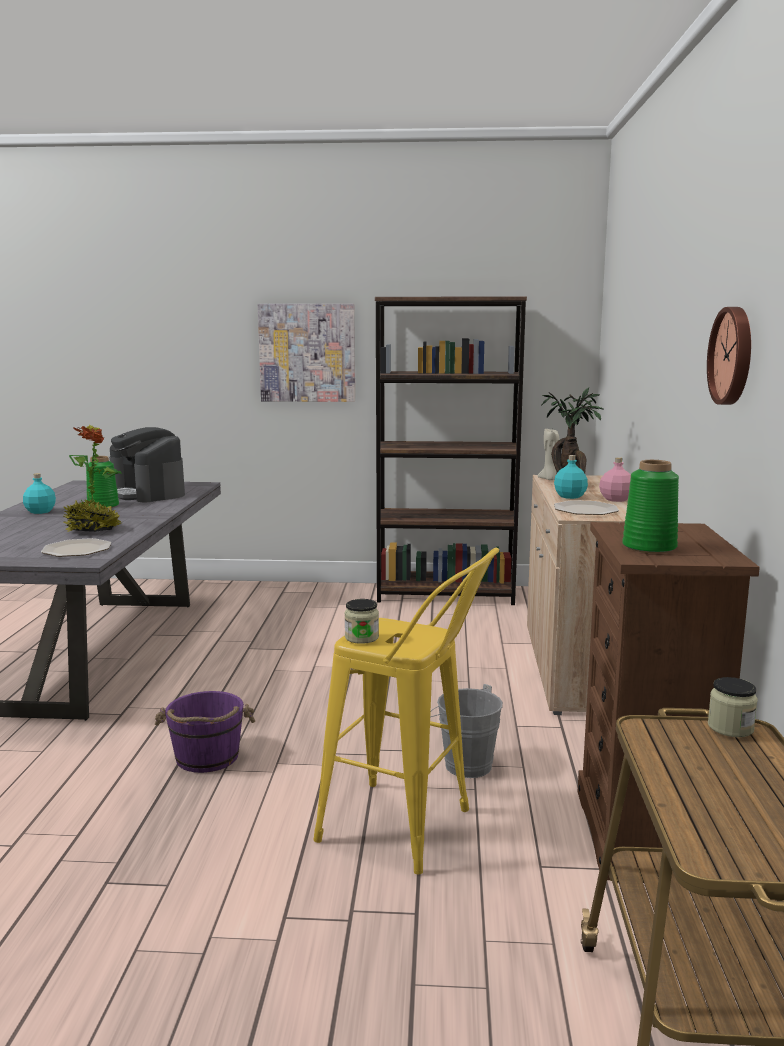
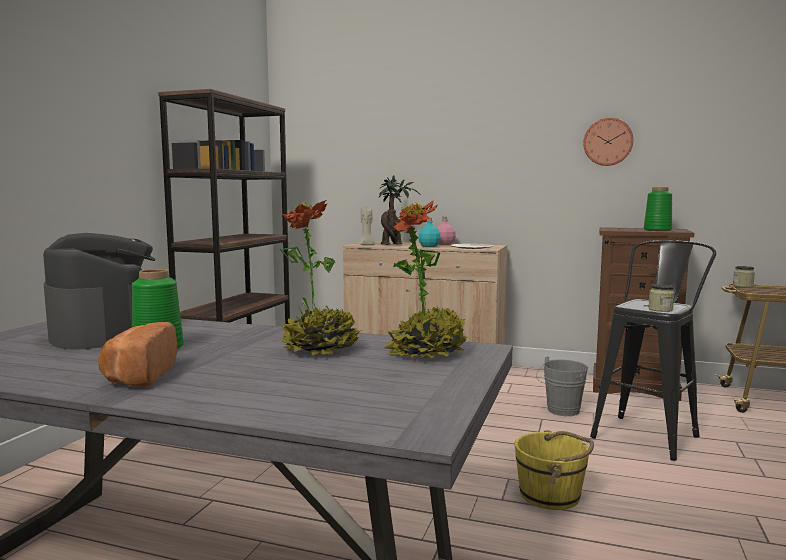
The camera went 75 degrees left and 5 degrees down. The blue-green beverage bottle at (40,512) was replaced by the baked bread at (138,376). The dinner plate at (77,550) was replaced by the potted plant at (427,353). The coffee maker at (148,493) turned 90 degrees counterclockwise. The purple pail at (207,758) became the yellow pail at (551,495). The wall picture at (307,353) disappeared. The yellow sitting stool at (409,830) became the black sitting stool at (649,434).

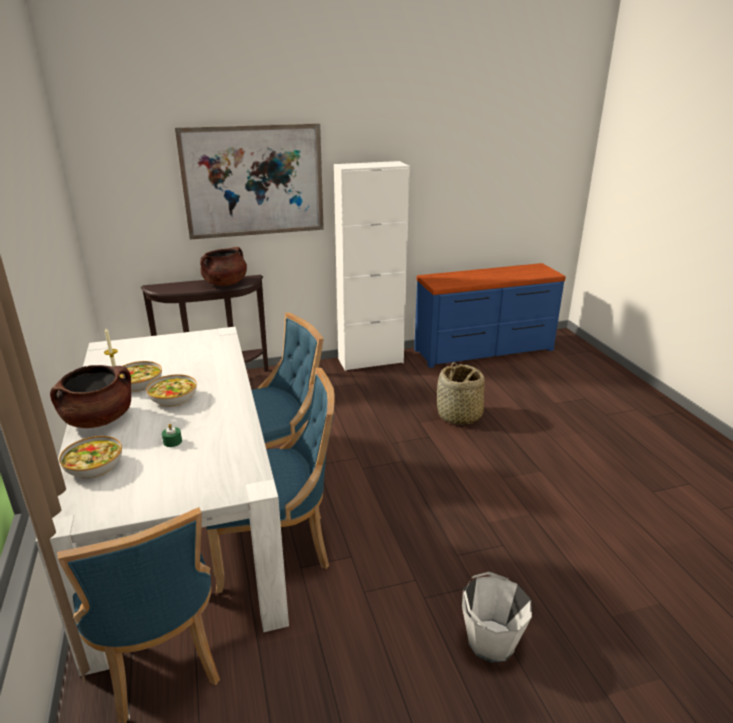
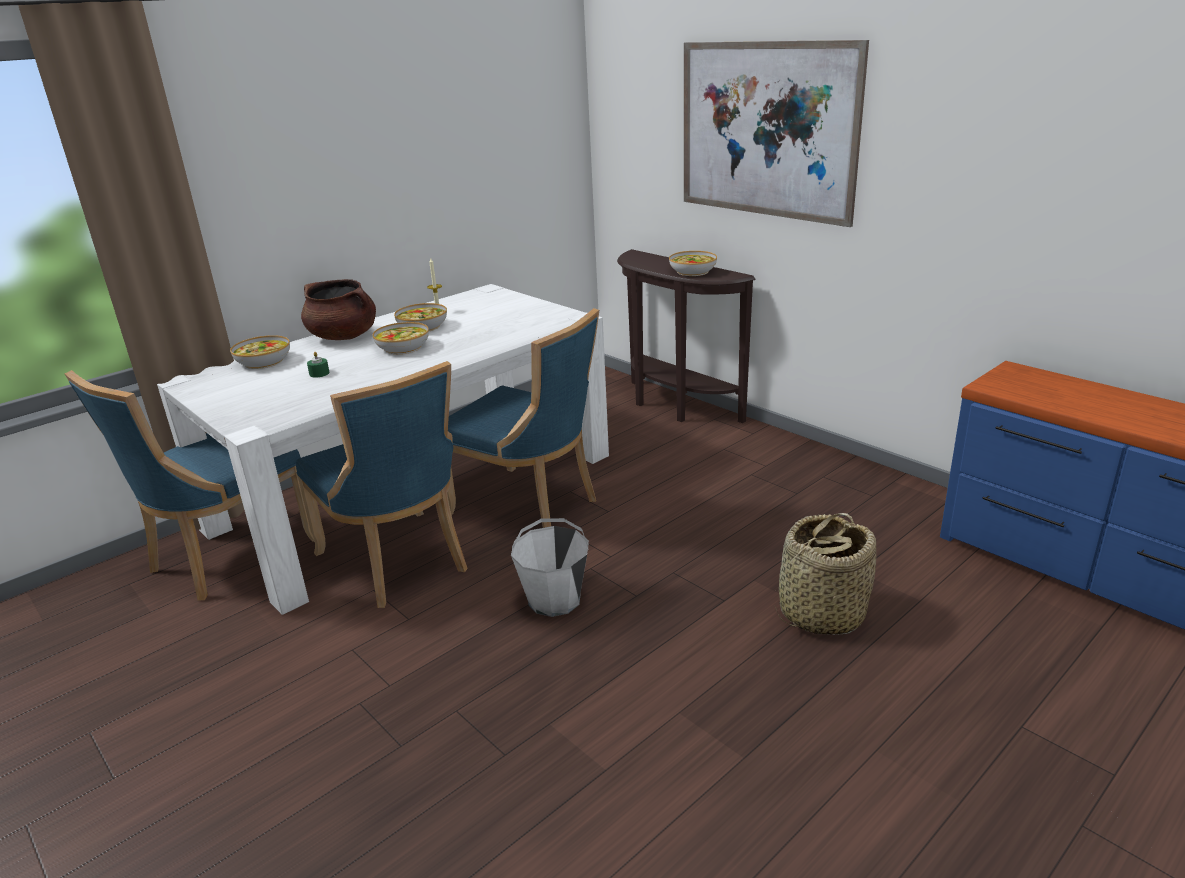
The camera went 65 degrees right and 0 degrees up. The brownish saucepot at (225,283) was replaced by the bowl at (692,271). The whitish cupboard at (370,361) disappeared. The whitish pail moved from (490,641) to (554,599).

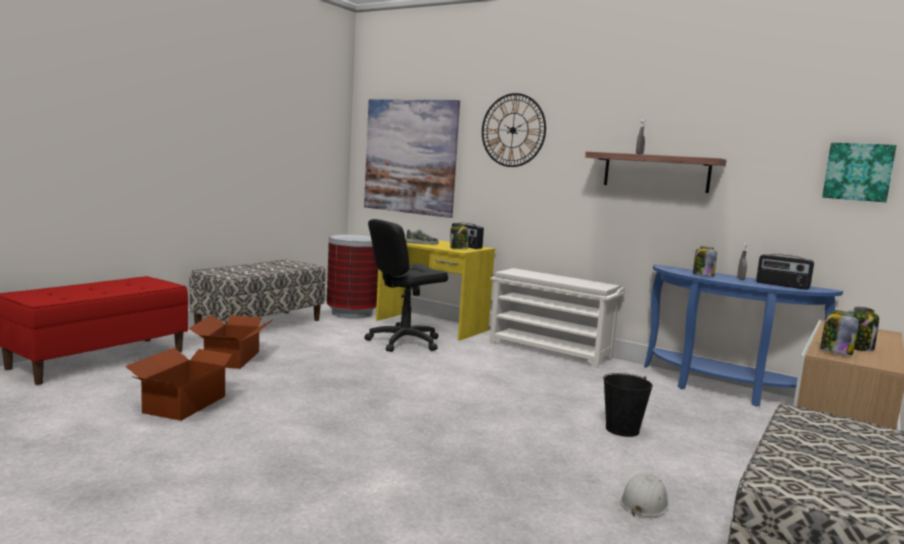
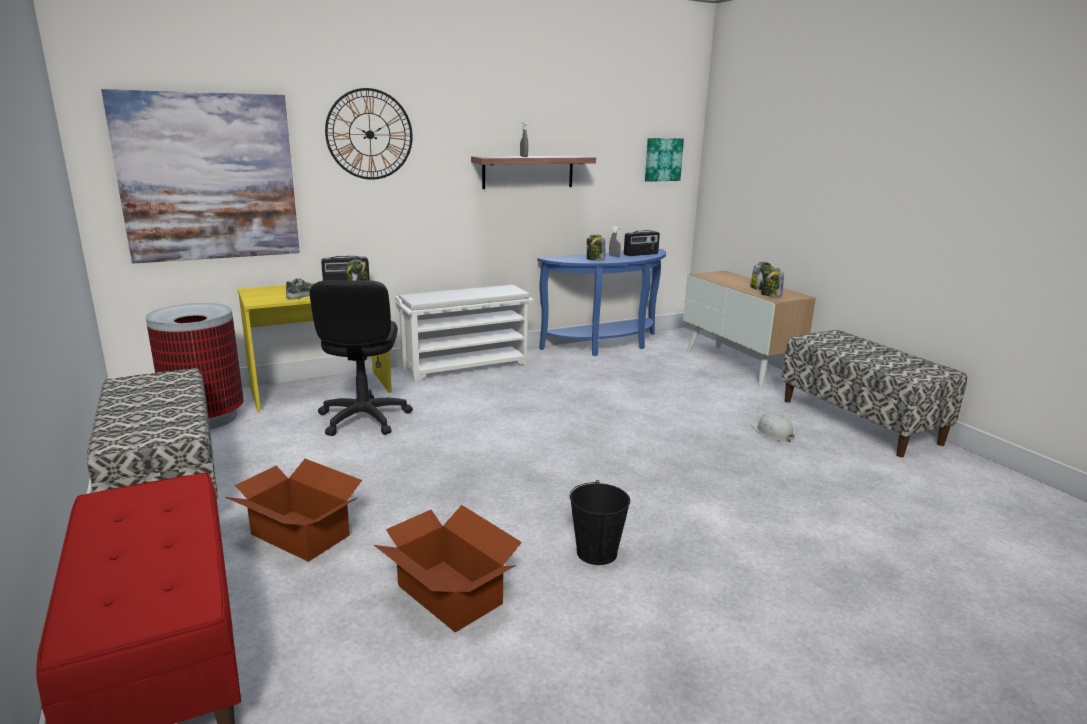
The camera went 60 degrees left and 10 degrees up. The black pail moved from (622,430) to (597,552).

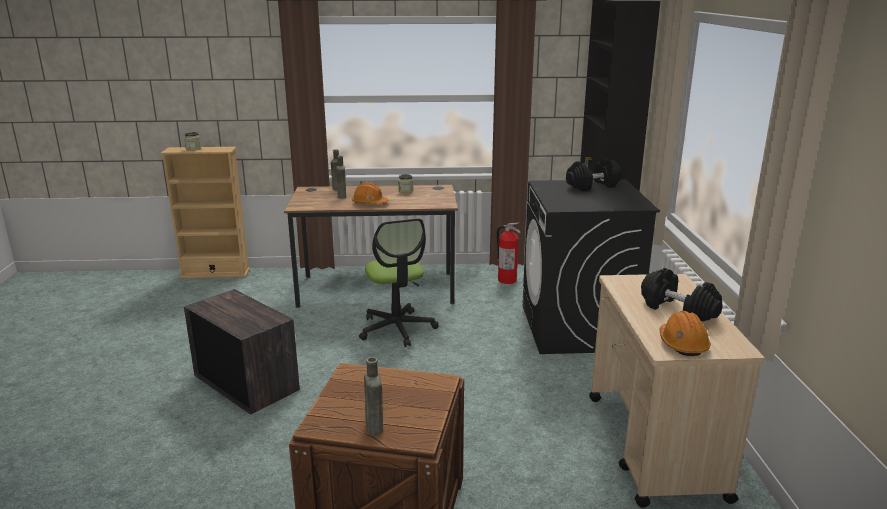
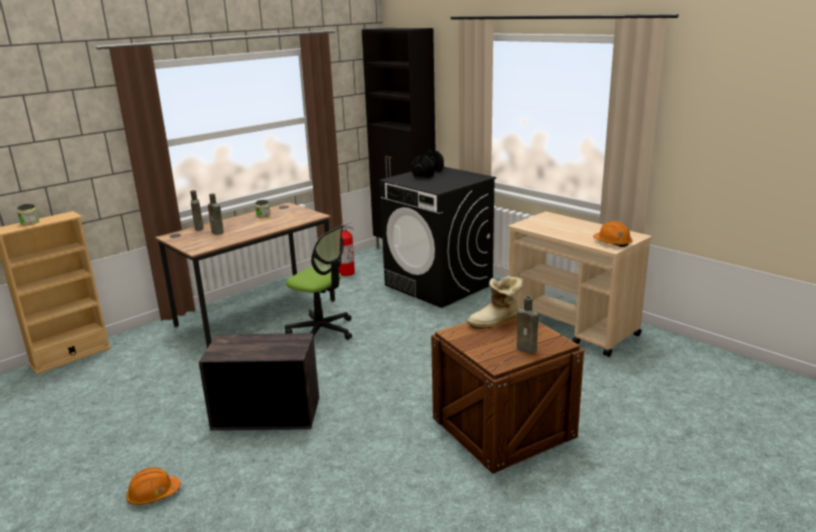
The camera went 40 degrees left and 0 degrees up. The orange-coloured work helmet moved from (369,203) to (153,494). The black hand weight at (677,310) disappeared. The tall boot at (496,322) appeared.

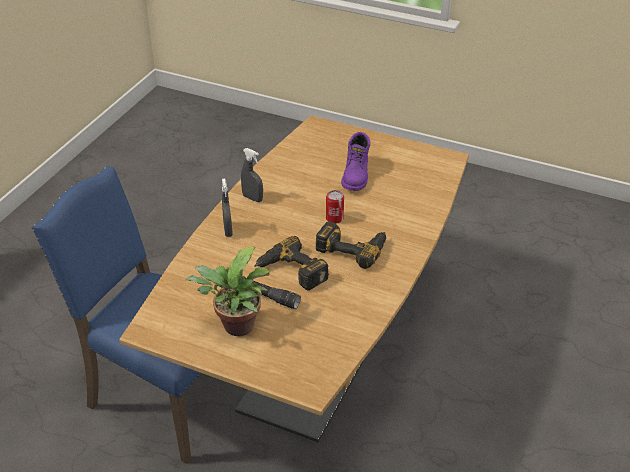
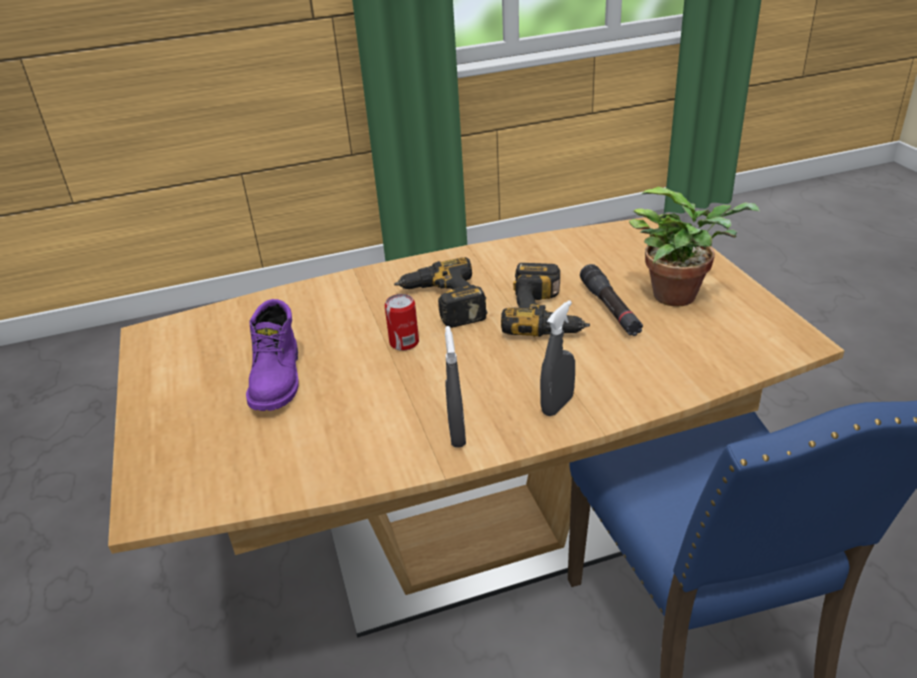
The camera went 130 degrees left and 5 degrees down. The purple tall boot at (356,175) turned 120 degrees clockwise.

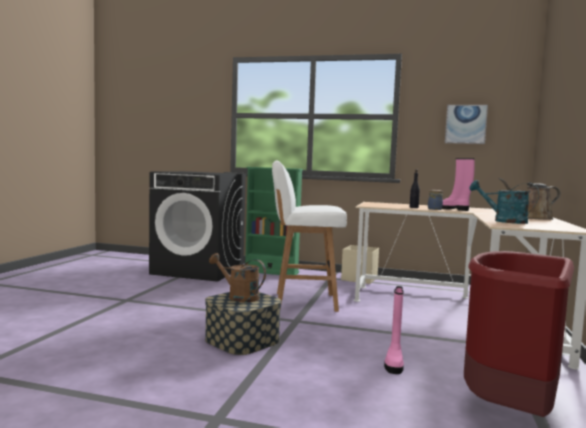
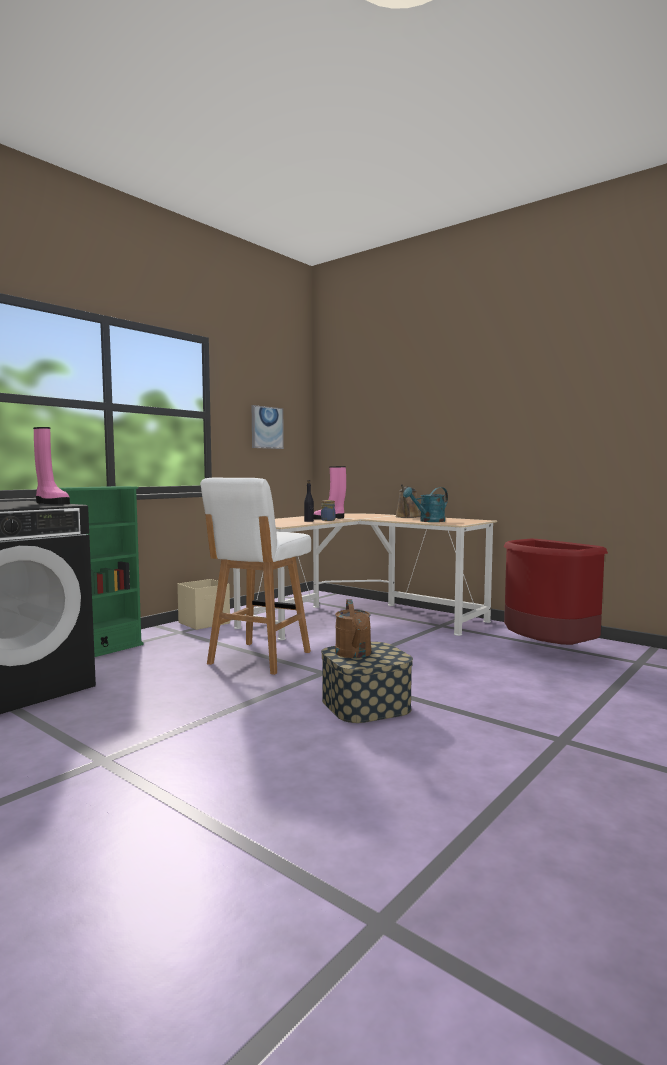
The camera went 65 degrees left and 0 degrees up. The brownish watering can at (238,297) turned 60 degrees counterclockwise. The pinkish tall boot moved from (394,363) to (51,503).

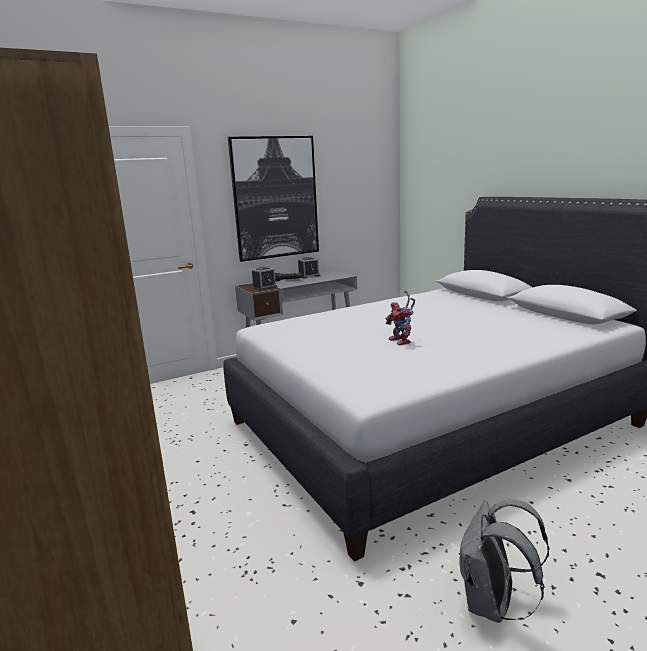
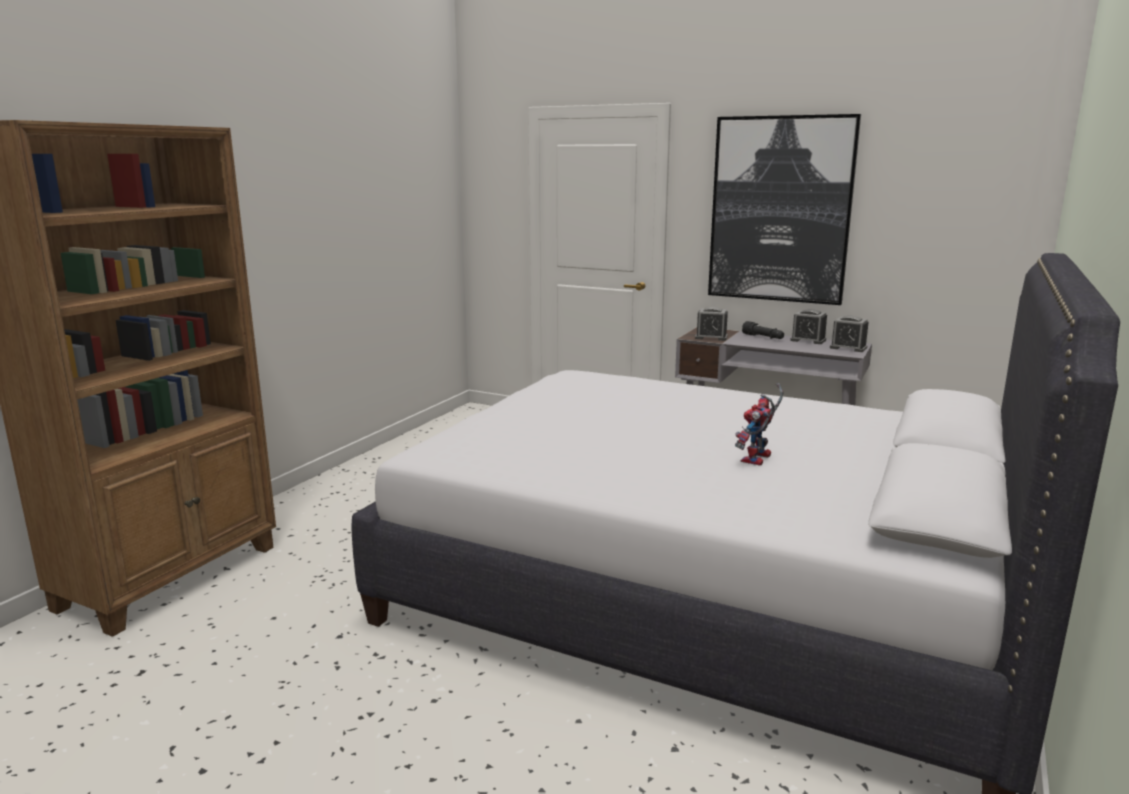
The camera went 55 degrees right and 0 degrees up. The toy robot moved from (402,341) to (757,460). The gray rucksack at (492,605) disappeared. The bedside clock at (848,348) appeared.

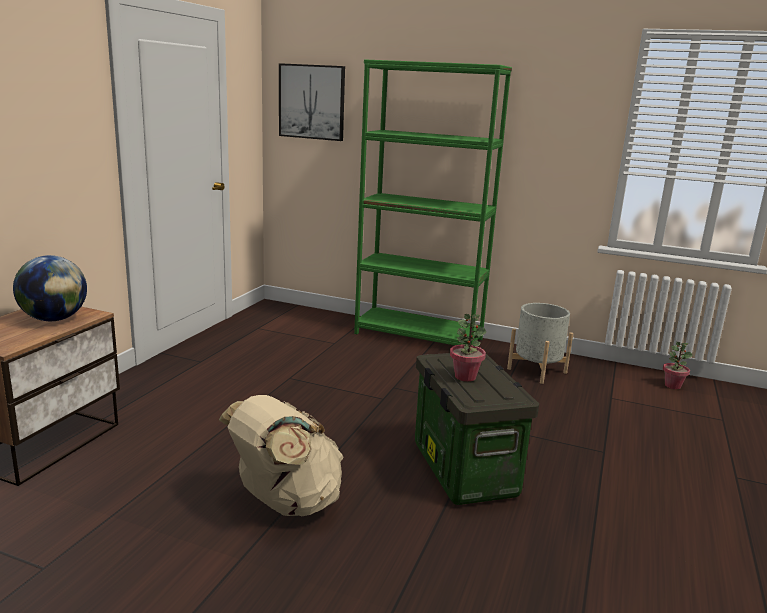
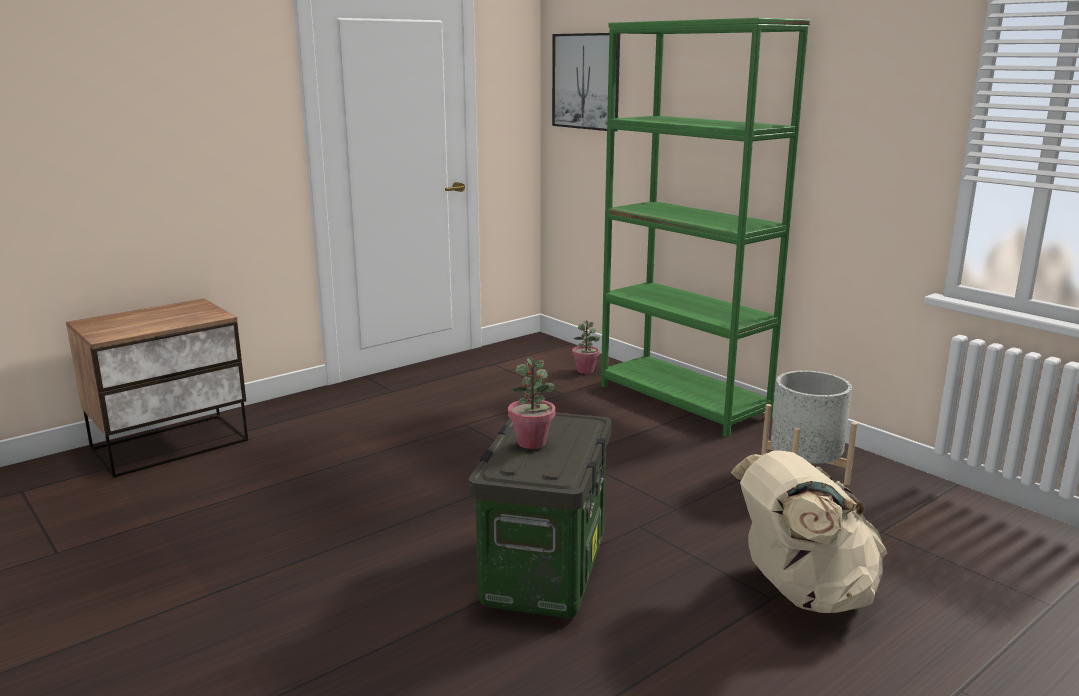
The camera went 30 degrees right and 0 degrees up. The globe at (54,319) disappeared. The beige rucksack moved from (285,502) to (801,593). The potted plant moved from (672,386) to (585,370).

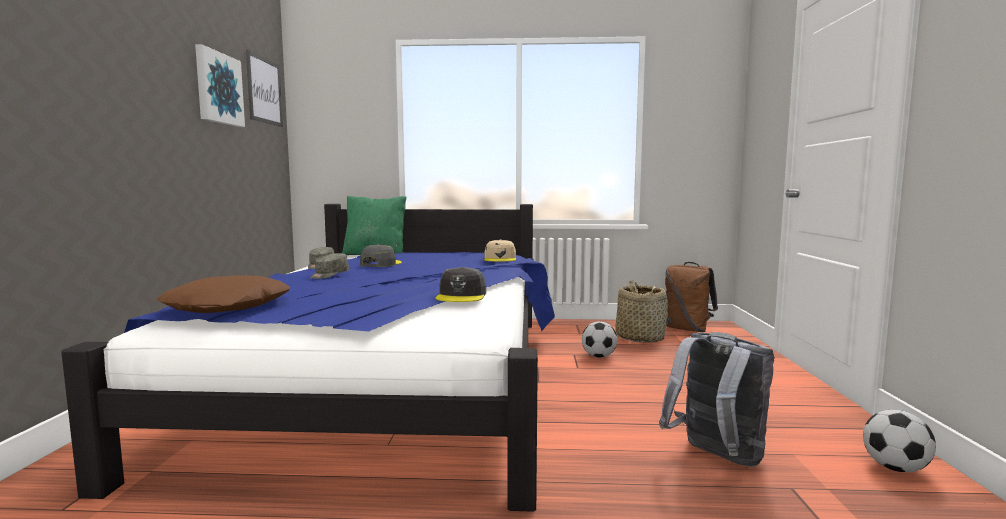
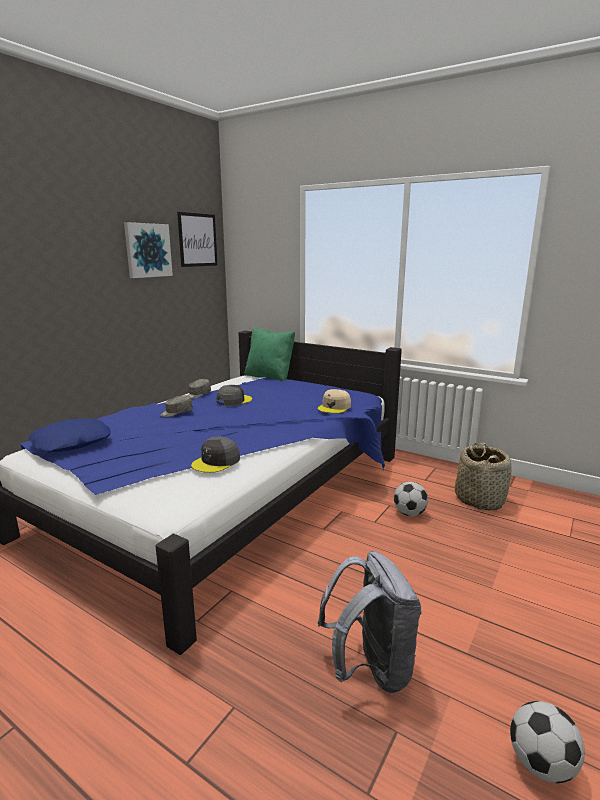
The camera went 30 degrees right and 10 degrees up. The brownish throw pillow at (228,307) became the blue-coloured throw pillow at (72,443). The brownish rucksack at (688,329) disappeared.

